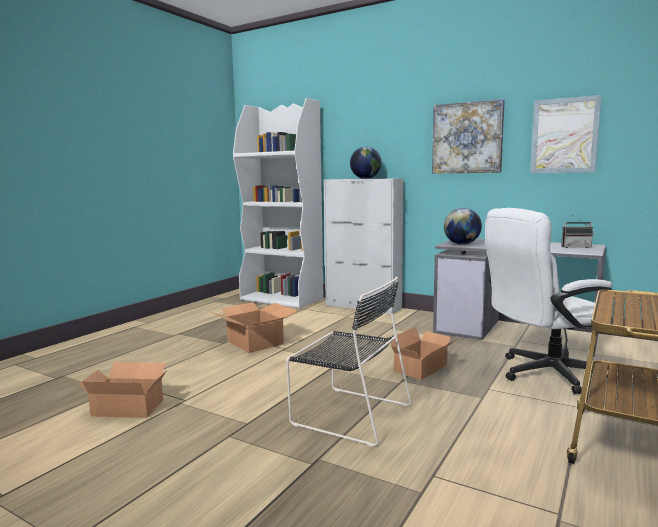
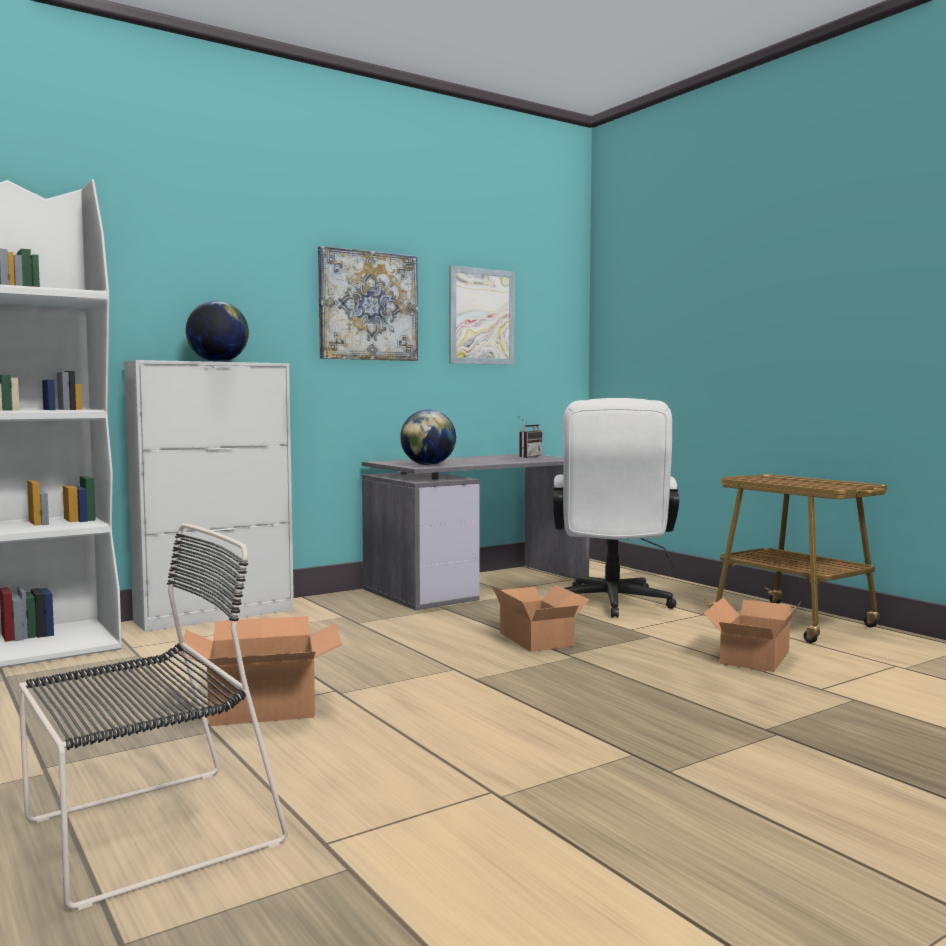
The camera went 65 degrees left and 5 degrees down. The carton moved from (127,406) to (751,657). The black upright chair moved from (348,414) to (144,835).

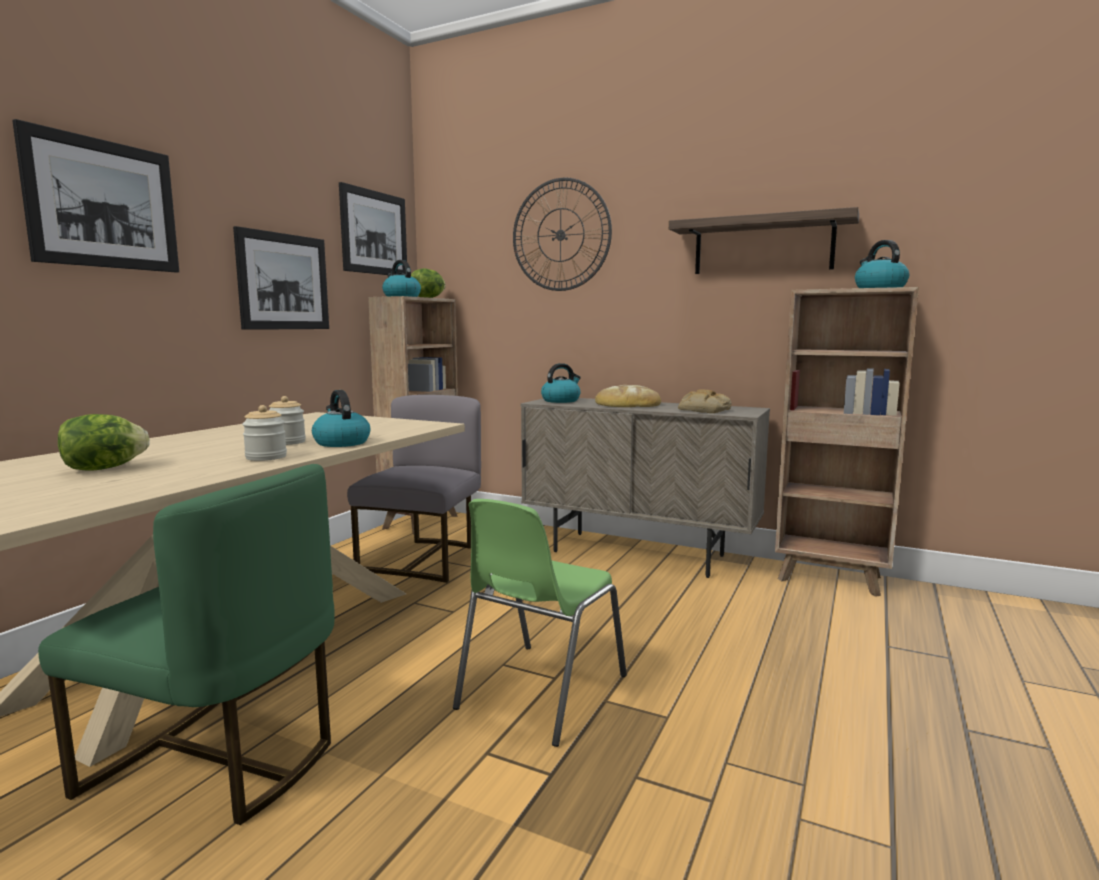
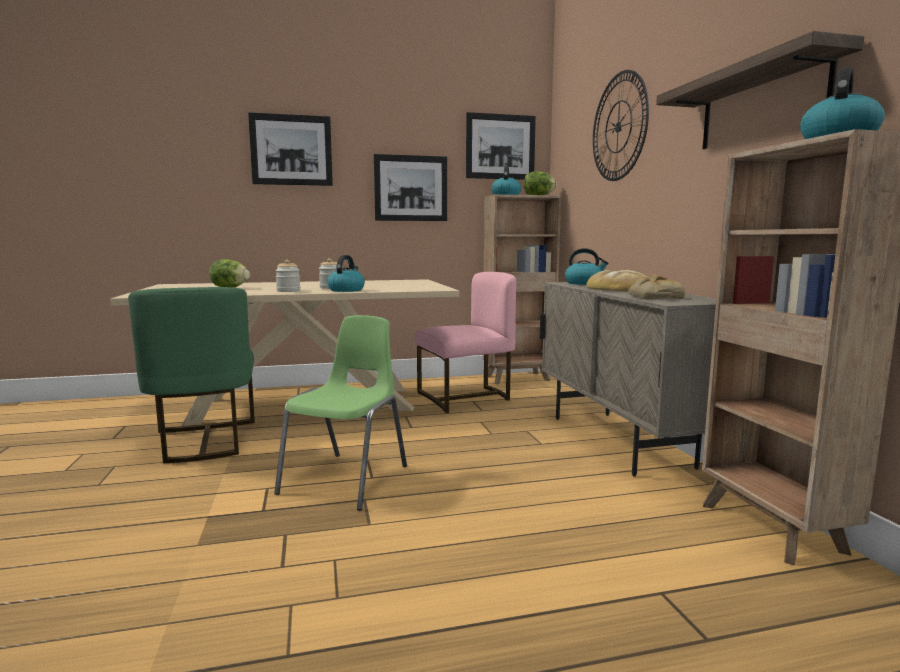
The camera went 50 degrees right and 0 degrees up. The gray upright chair at (424,559) became the pinkish upright chair at (465,398). The green upright chair at (539,692) turned 120 degrees clockwise.

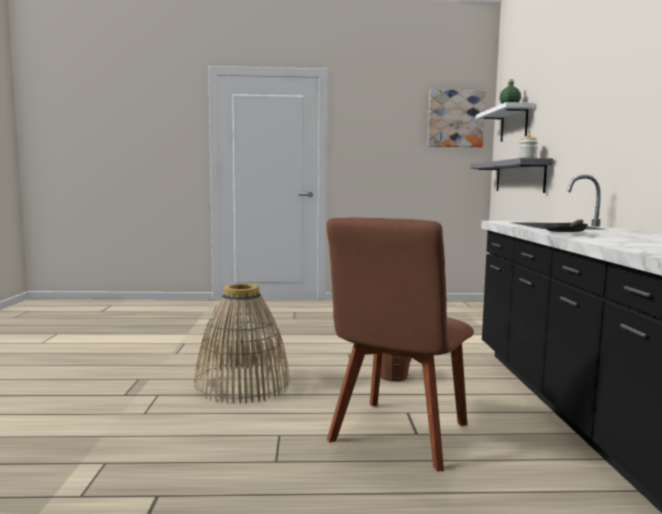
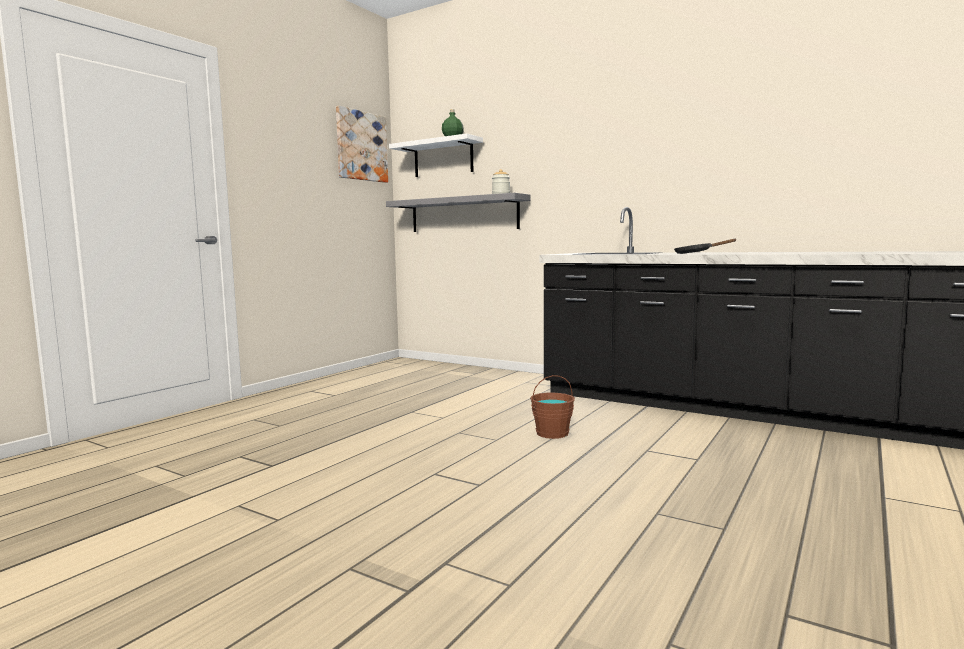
The camera went 55 degrees left and 0 degrees up. The basket at (242,384) disappeared. The brownish upright chair at (397,436) disappeared.

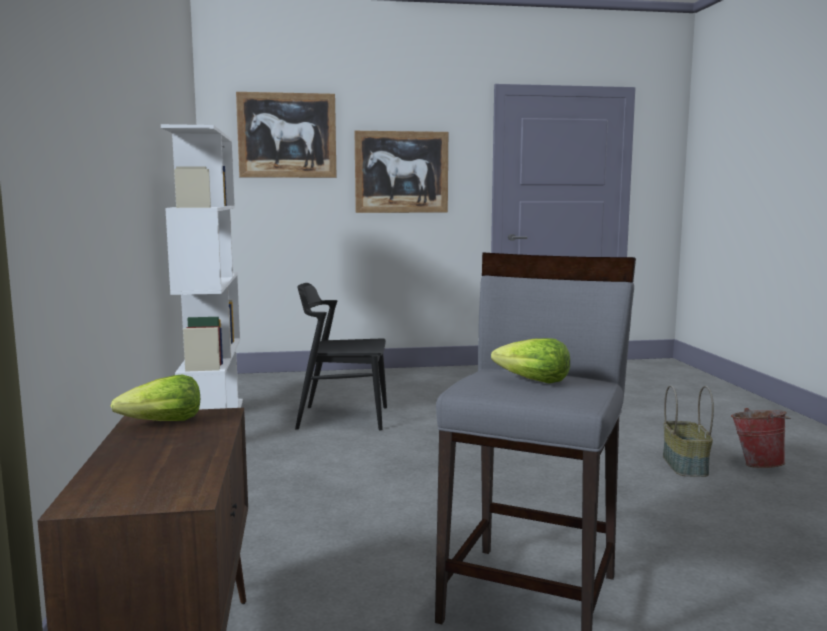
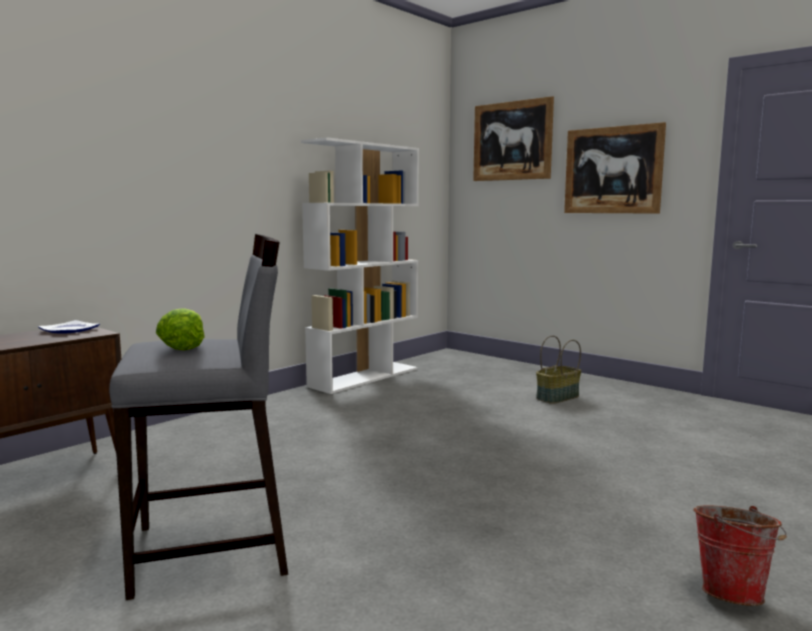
The camera went 50 degrees right and 0 degrees up. The lettuce head at (163,423) was replaced by the dinner plate at (69,330). The black upright chair at (342,418) disappeared. The basket moved from (686,465) to (558,397).

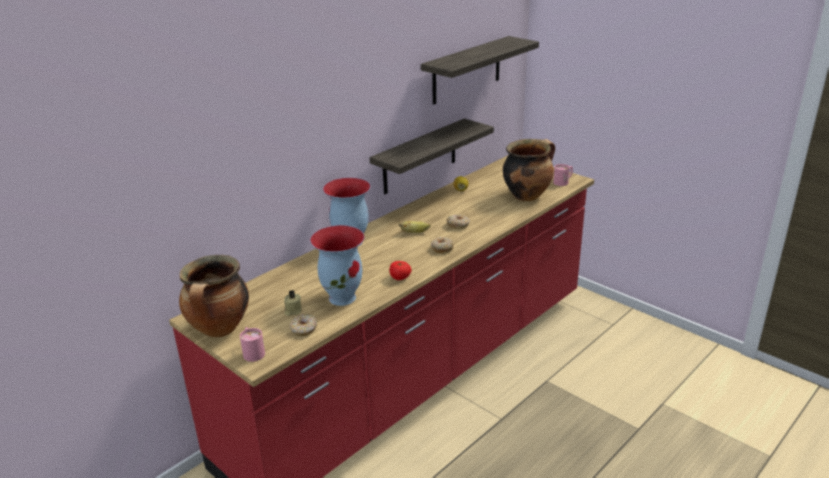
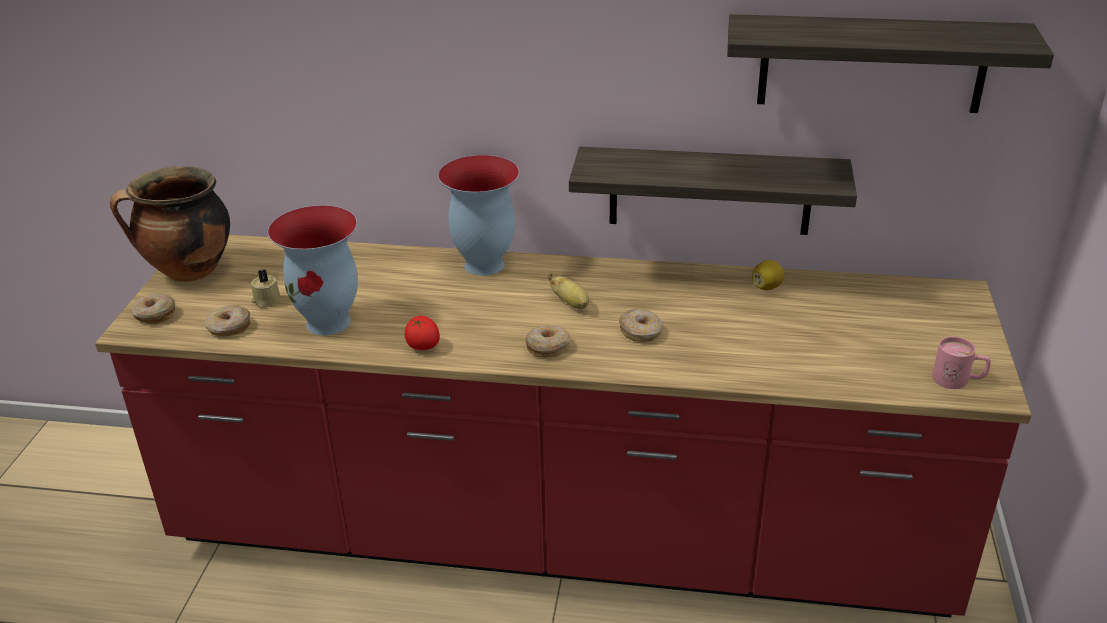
The camera went 55 degrees right and 5 degrees up. The pinkish mug at (252,352) was replaced by the ring doughnut at (154,315). The saucepot at (527,195) disappeared.

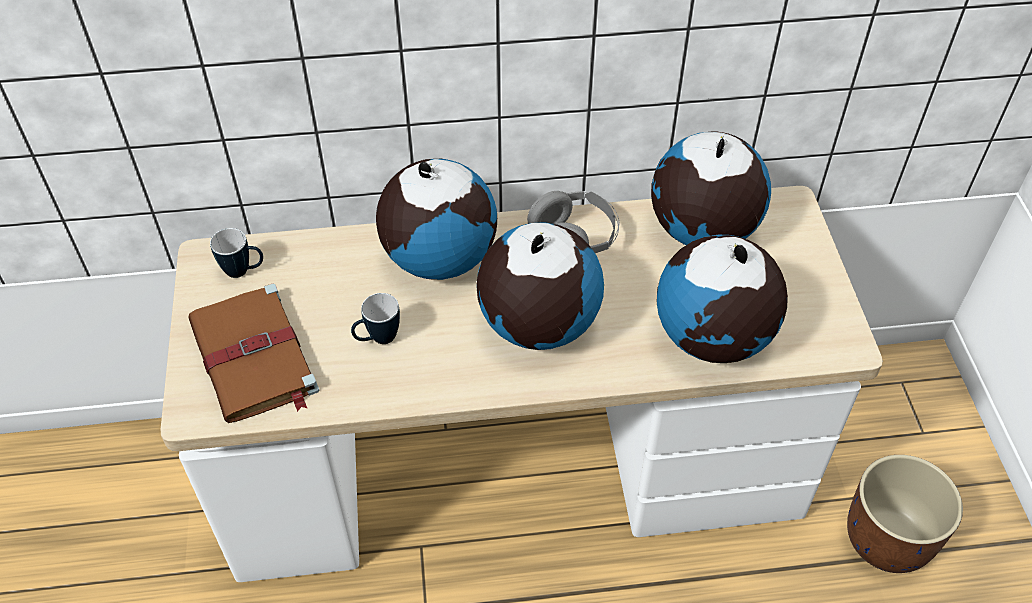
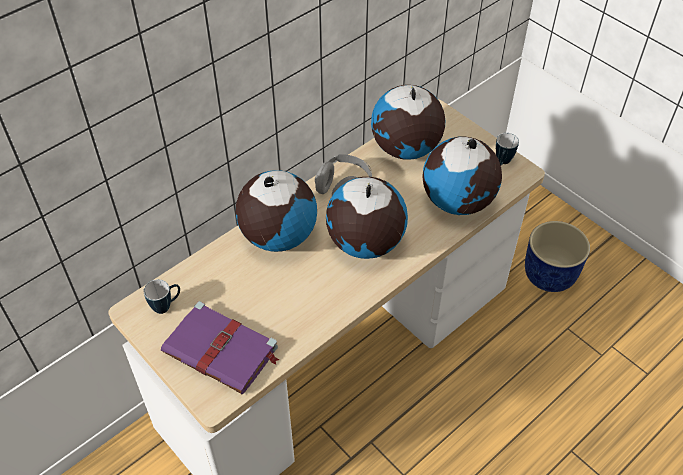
The camera went 35 degrees left and 0 degrees up. The brownish book at (254,358) became the purple book at (222,351). The mug moved from (377,339) to (502,163). The brownish planter at (886,539) became the blue-coloured planter at (549,275).

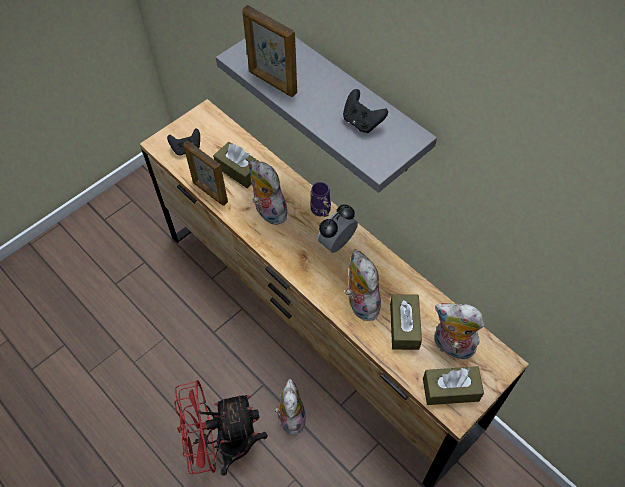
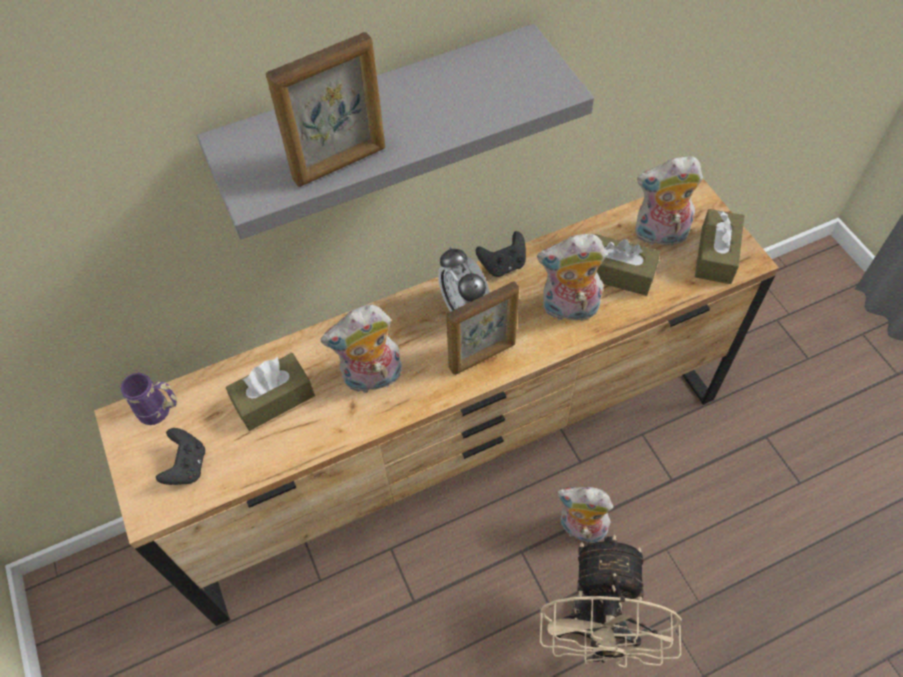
The camera went 70 degrees left and 0 degrees up. The red-coloured cooling fan at (224,445) became the beige cooling fan at (596,632). The photo frame moved from (210,192) to (483,356). The purple mug moved from (321,212) to (160,411). The black gamepad moved from (362,122) to (503,265). The cuddly toy at (451,346) turned 45 degrees clockwise.

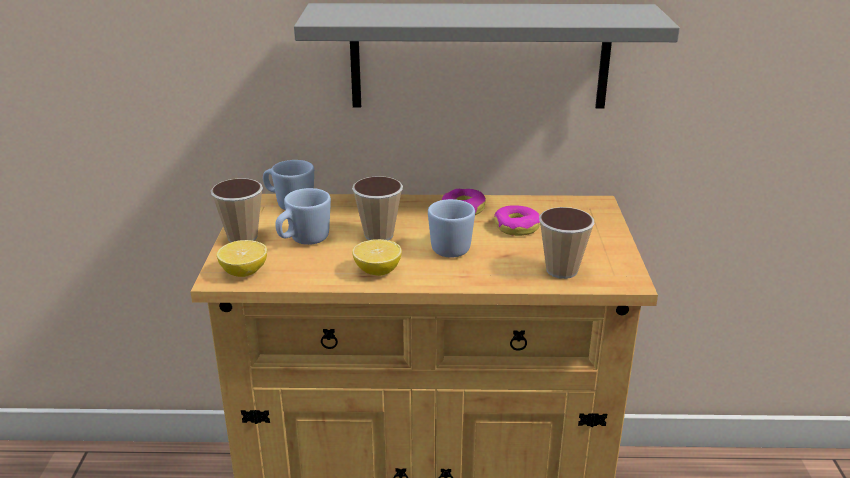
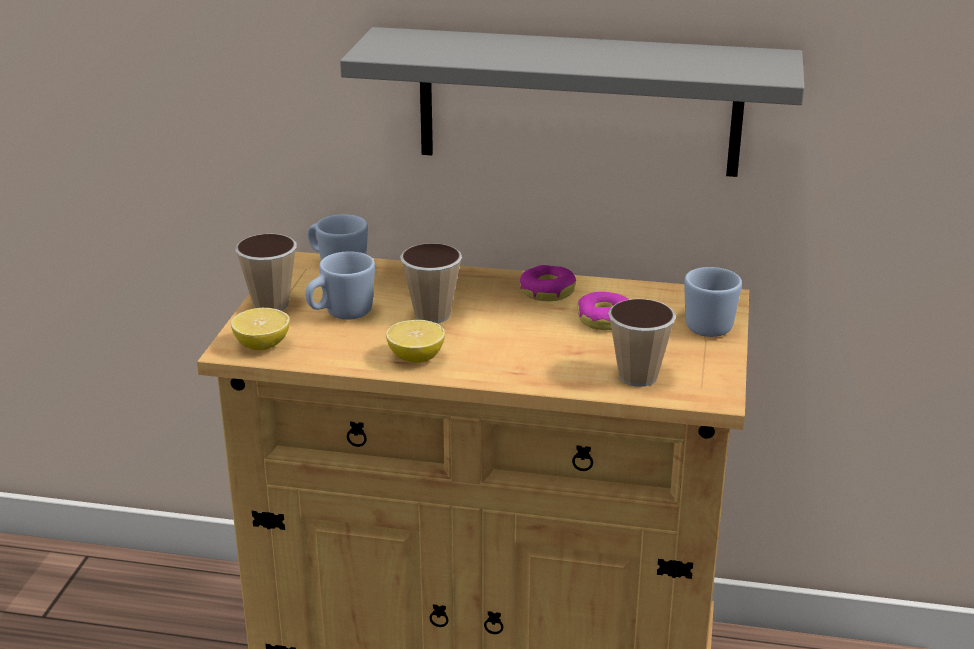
The camera went 10 degrees right and 0 degrees up. The blue-coloured mug moved from (453,247) to (712,325).

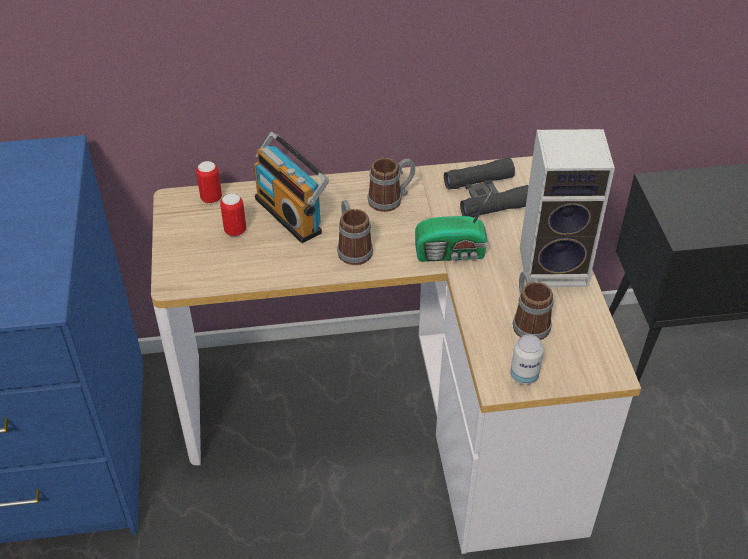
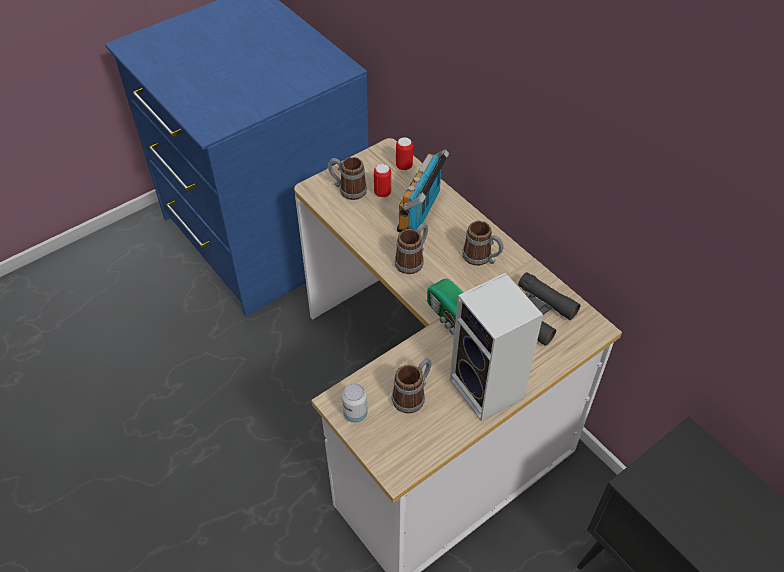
The camera went 60 degrees right and 5 degrees up. The mug at (348,189) appeared.

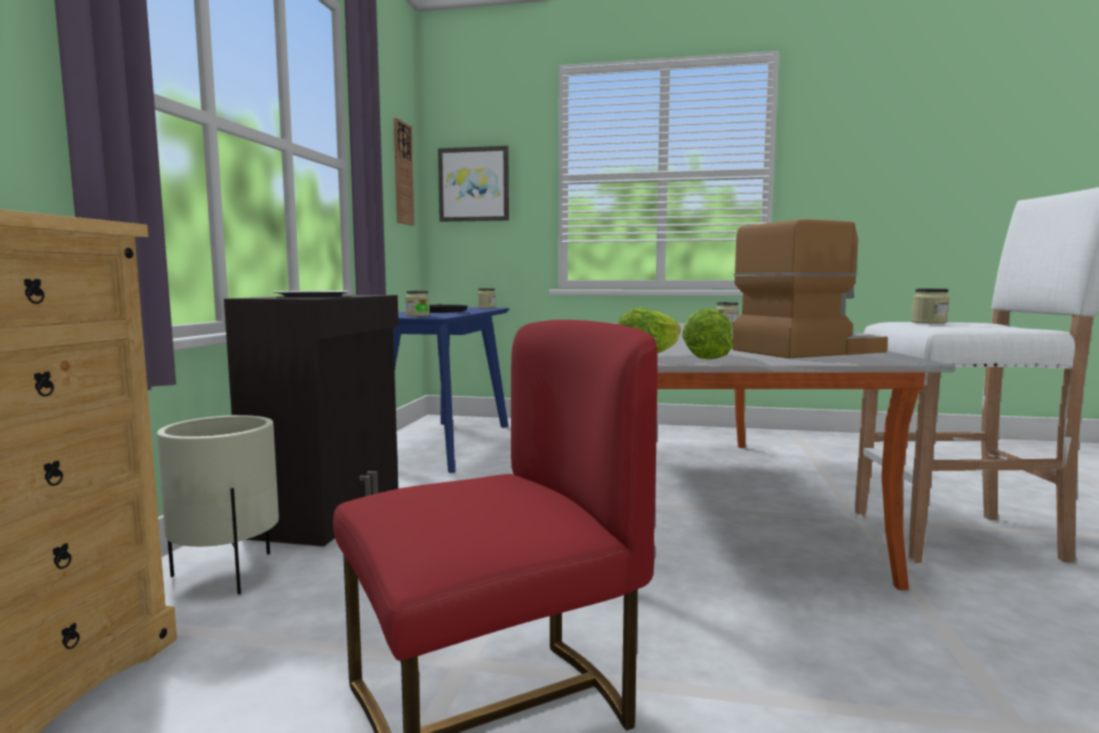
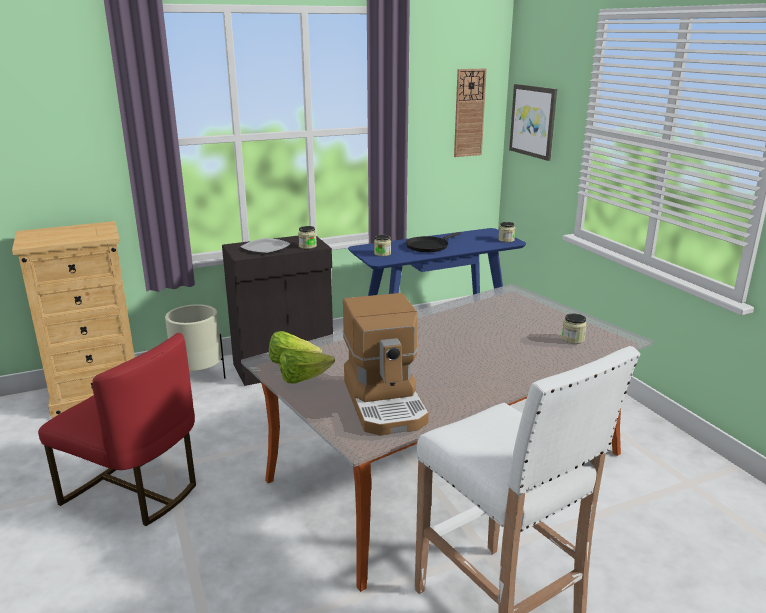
The camera went 55 degrees right and 15 degrees up. The coffee maker at (808,351) turned 45 degrees clockwise. The jar moved from (929,322) to (307,246).

